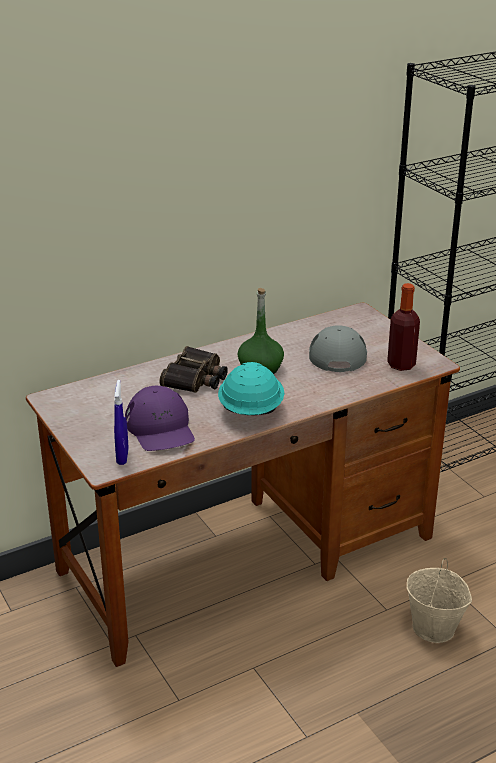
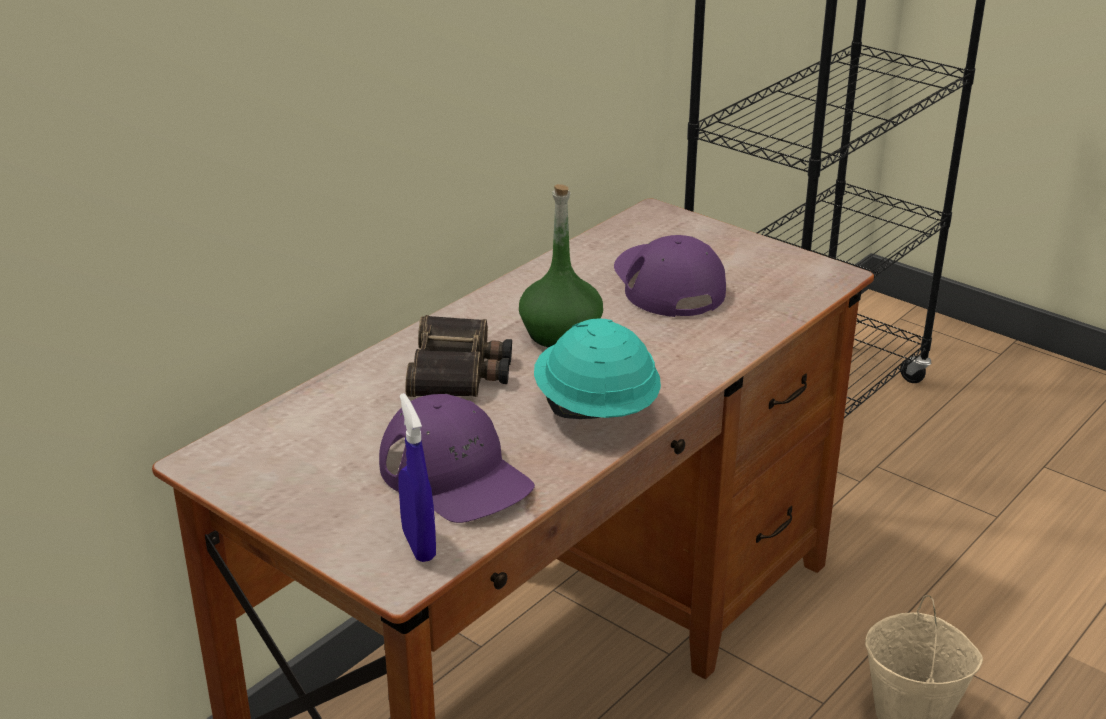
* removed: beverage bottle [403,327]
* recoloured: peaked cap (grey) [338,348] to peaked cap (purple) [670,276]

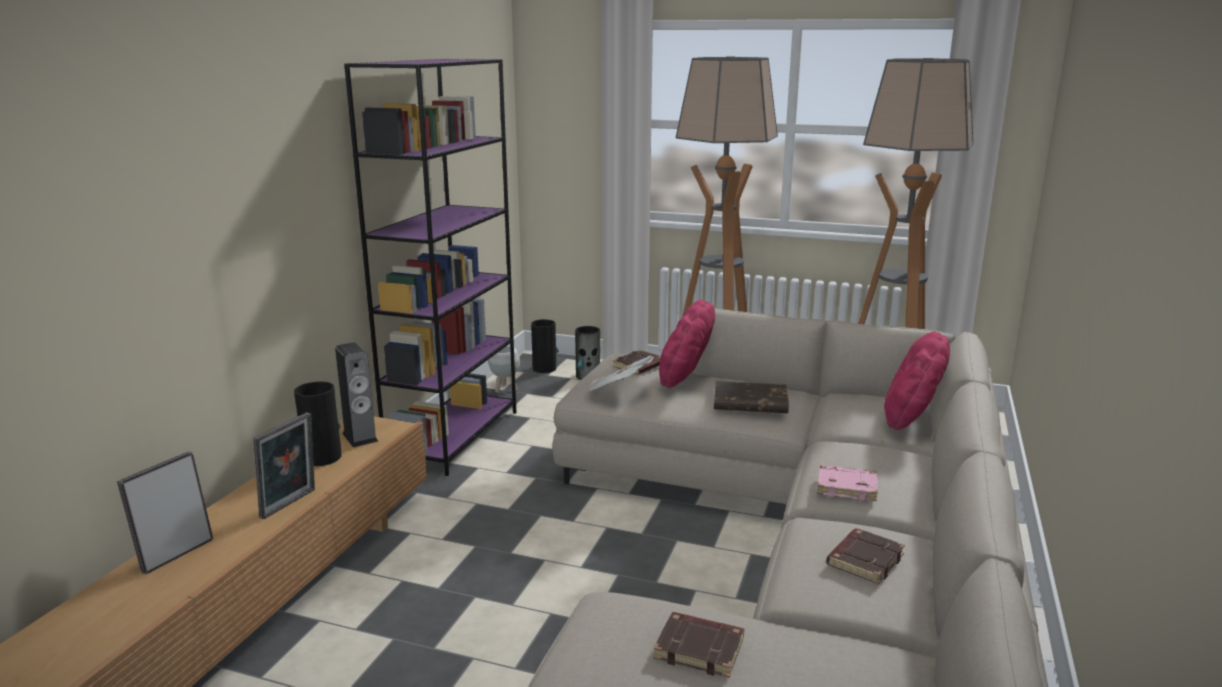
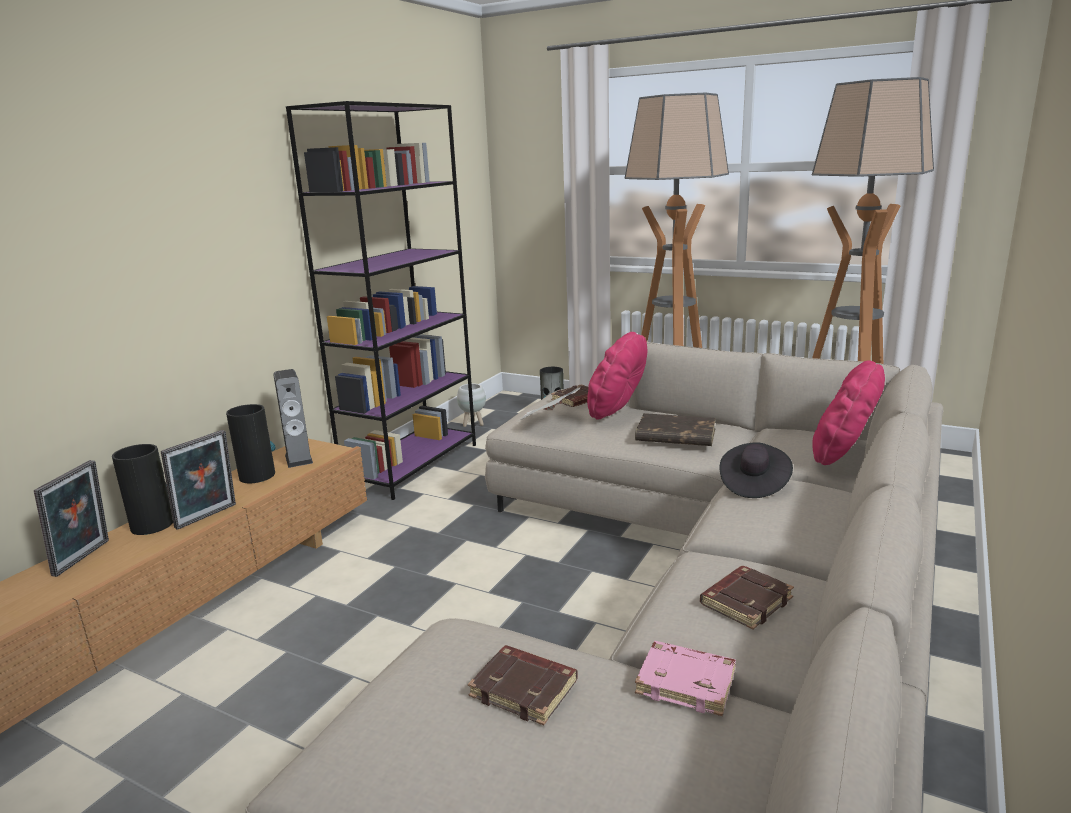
* added: wearable hat (black-coloured) [756,470]
* moved: decorative vase [545,346] to [142,489]
* moved: book (pink-coloured) [847,483] to [685,678]
* turned: picture frame [165,513] = [71,518] 150 degrees clockwise

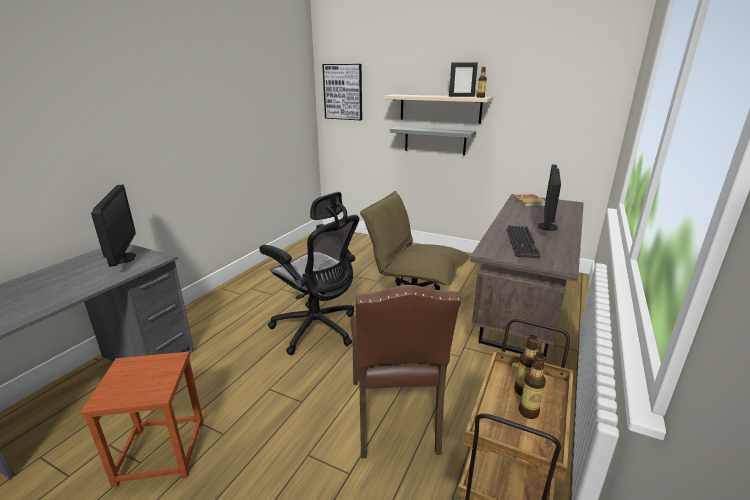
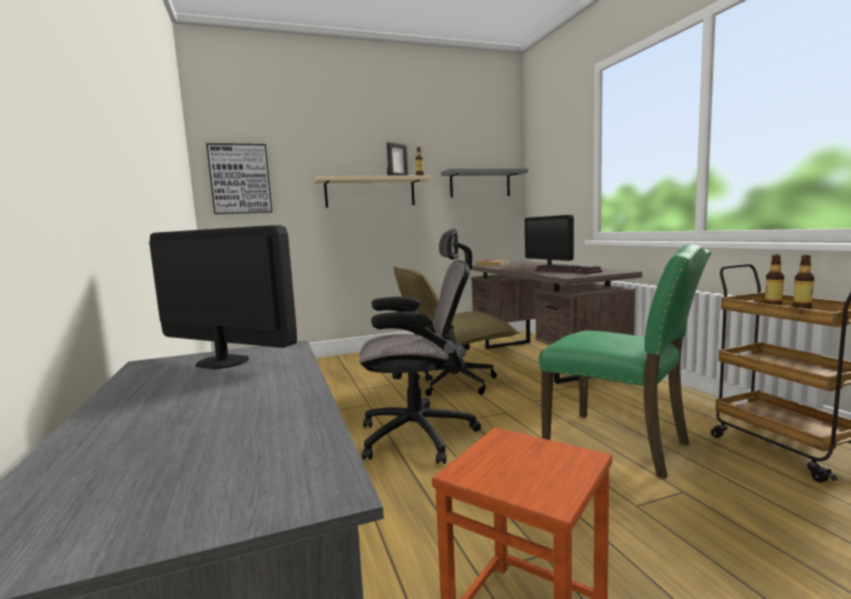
* moved: wall shelf (grey) [433,141] to [484,183]
* recoloured: chair (brown) [405,371] to chair (greenish) [625,361]

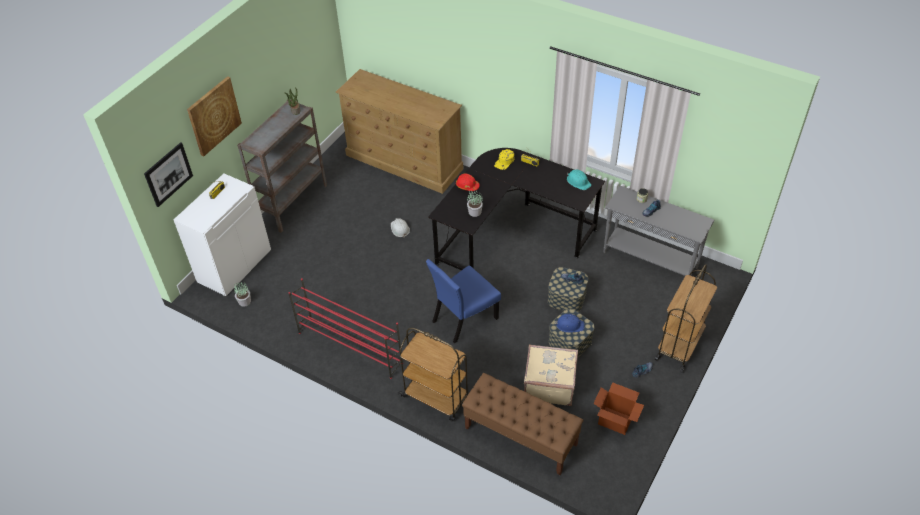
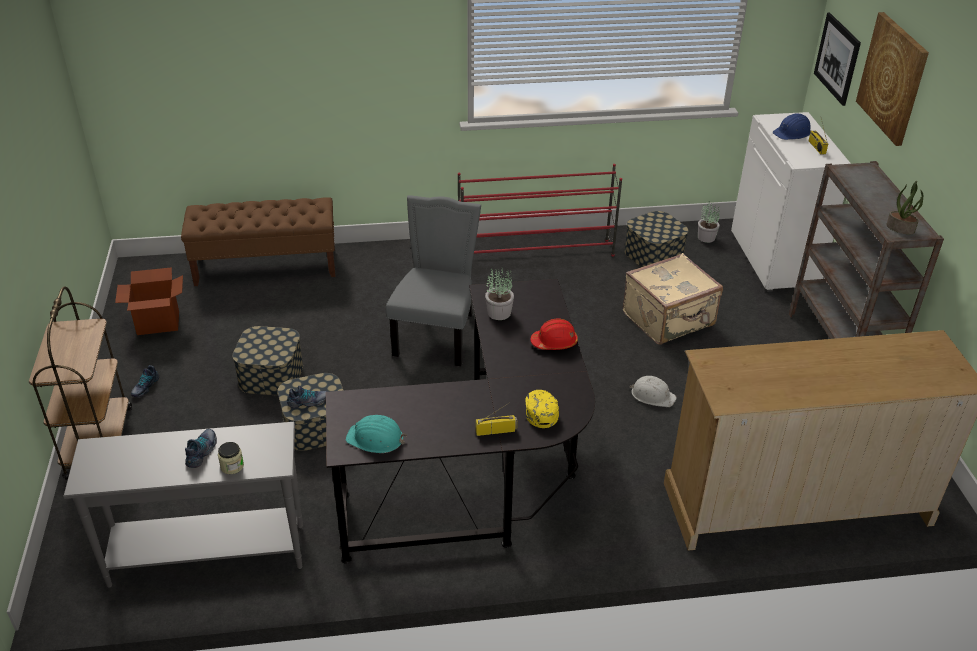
* removed: trolley (brown) [433,374]
* added: storage box [656,239]
* moved: travel case (beige-coloured) [551,375] to [673,299]
* moved: work helmet (bluish) [570,323] to [792,126]
* recoloured: chair (bluish) [463,301] to chair (grey) [433,281]

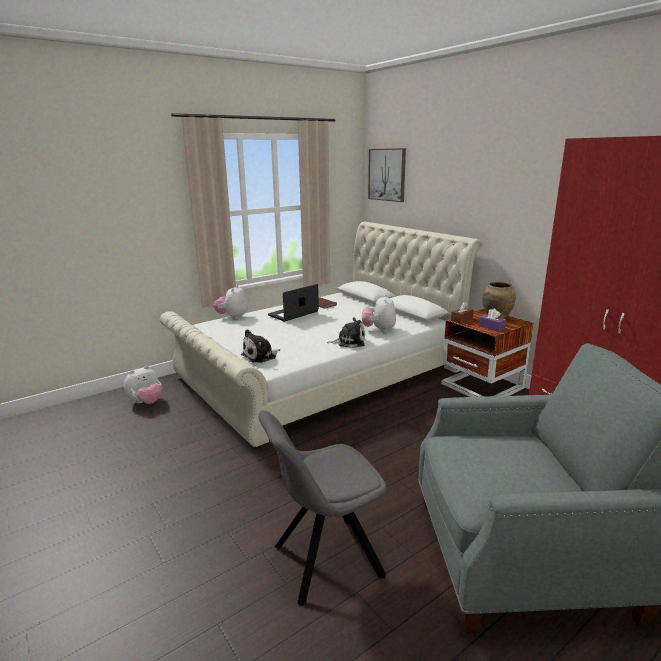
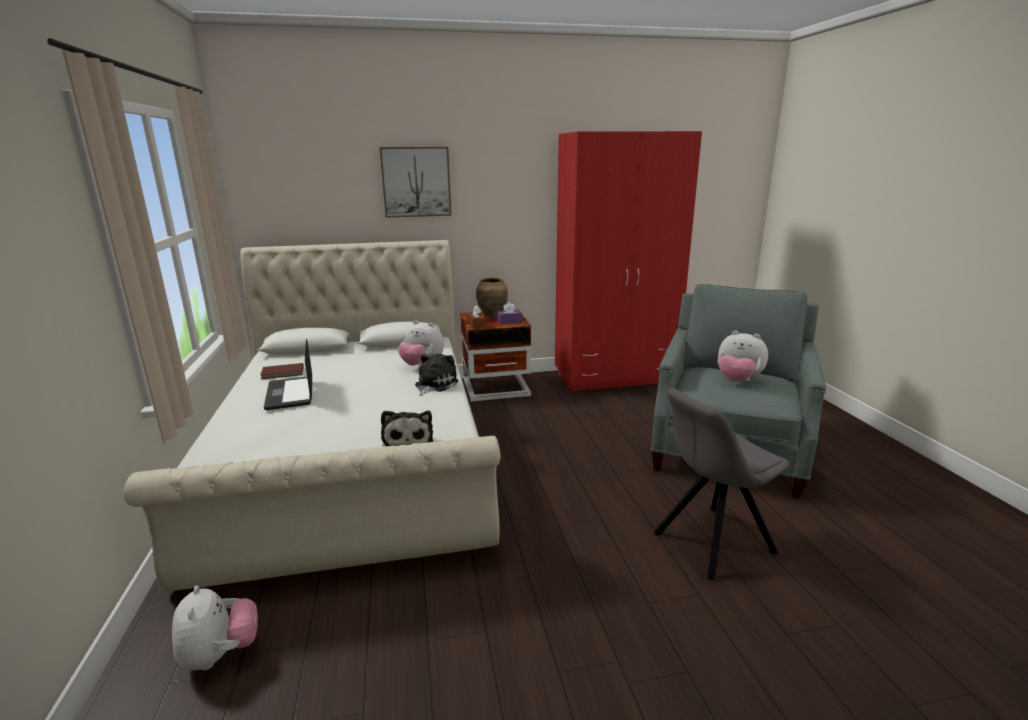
* moved: soft toy [231,302] to [743,356]
* moved: wall picture [387,175] to [415,182]
* turned: chair (grey) [322,508] = [722,484] 60 degrees clockwise

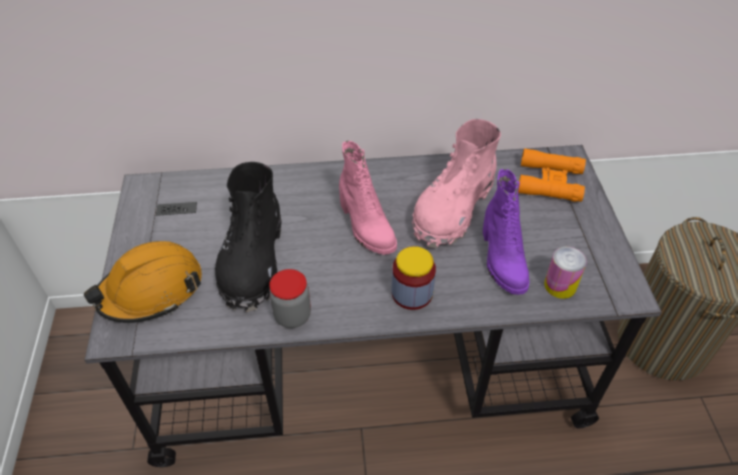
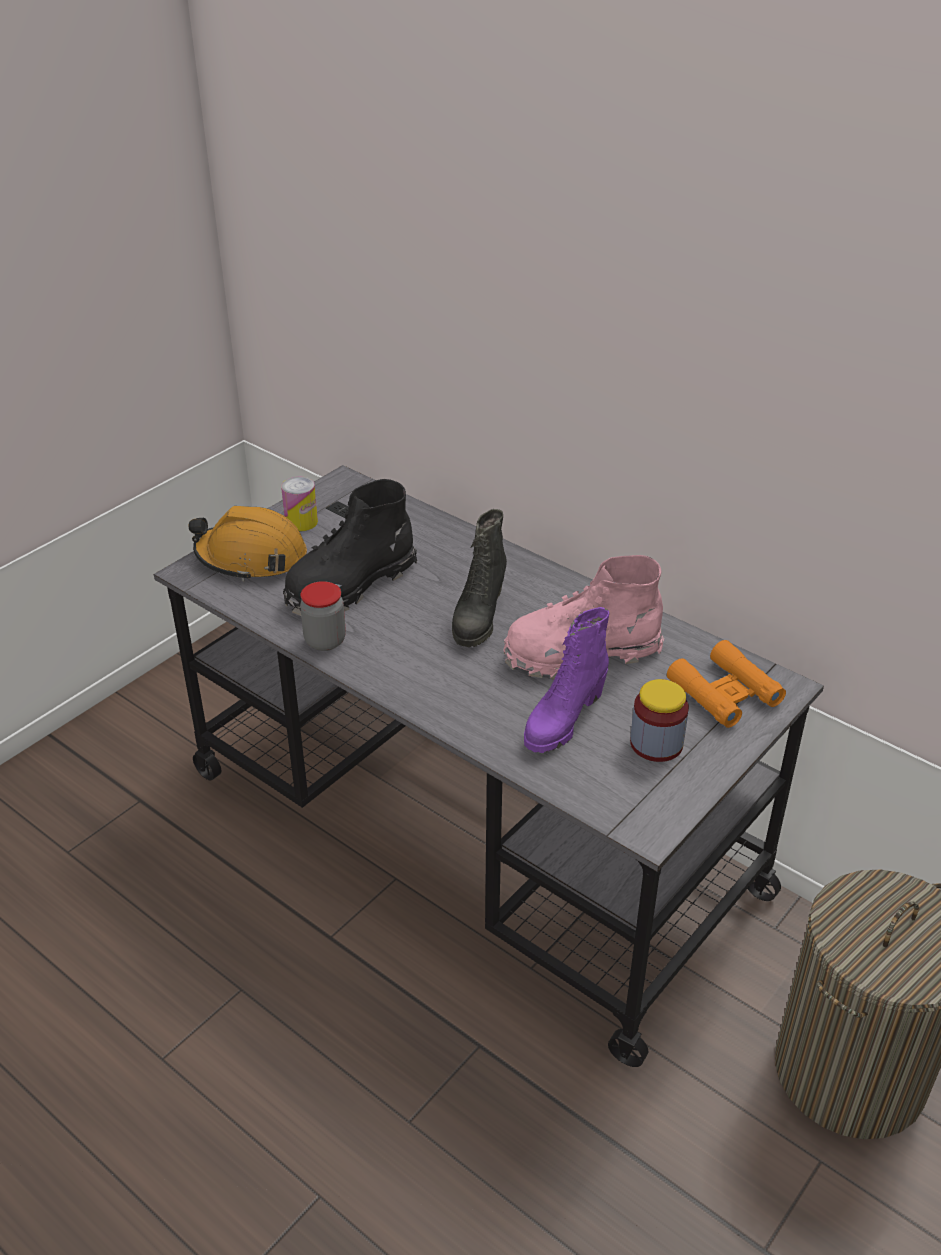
* moved: storage jar [414,278] to [659,720]
* moved: metal can [565,273] to [299,504]
* recoloured: tall boot (pink-coloured) [368,198] to tall boot (black-coloured) [479,578]

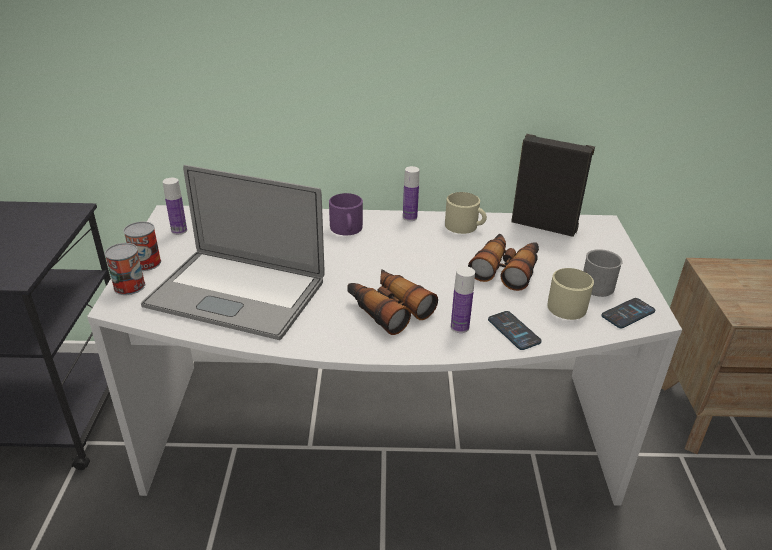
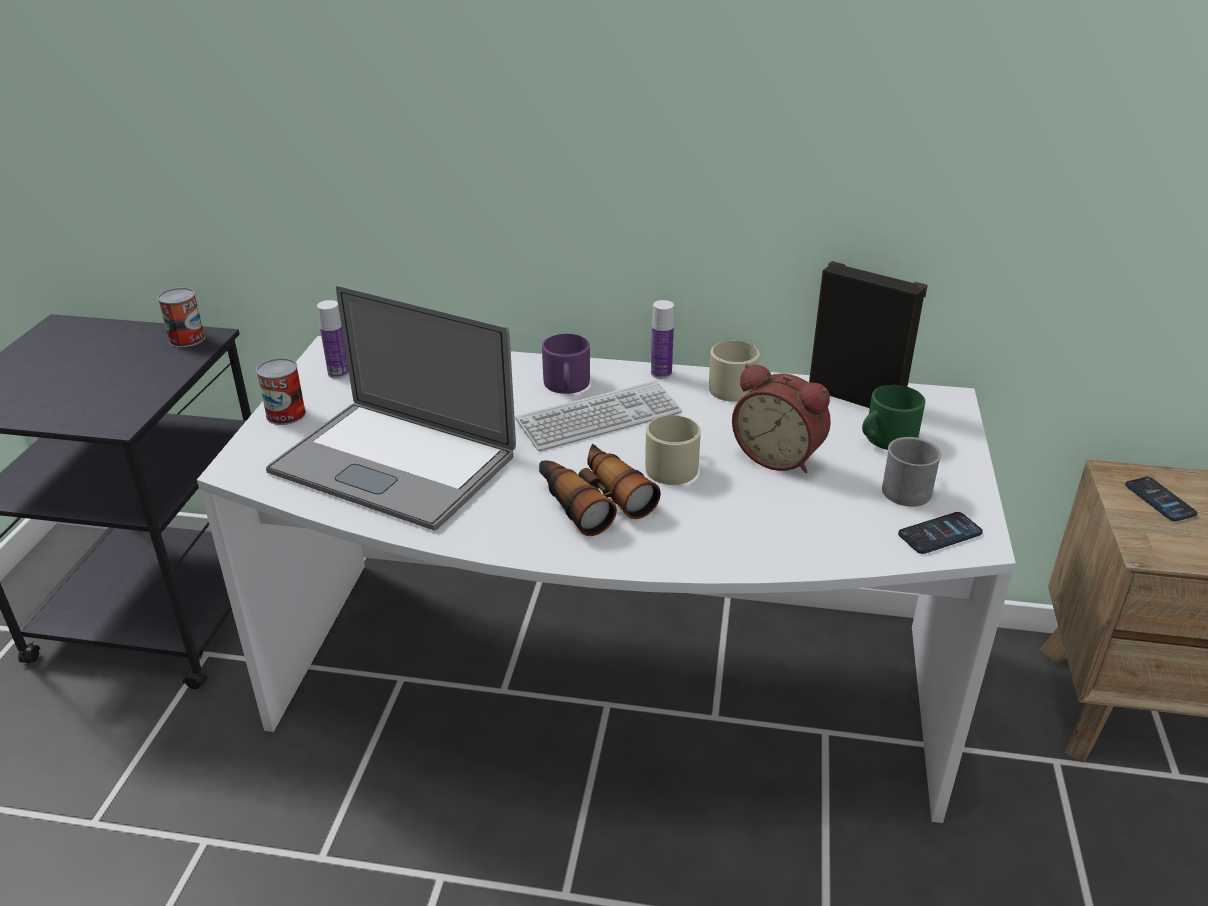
* removed: beverage bottle [463,299]
* added: computer keyboard [598,416]
* added: coffee mug (greenish) [893,417]
* moved: metal can [125,269] to [181,317]
* moved: handset [515,330] to [1161,499]
* moved: coffee mug (beige-coloured) [570,294] to [673,450]
* replaced: binoculars [503,262] to alarm clock [781,418]

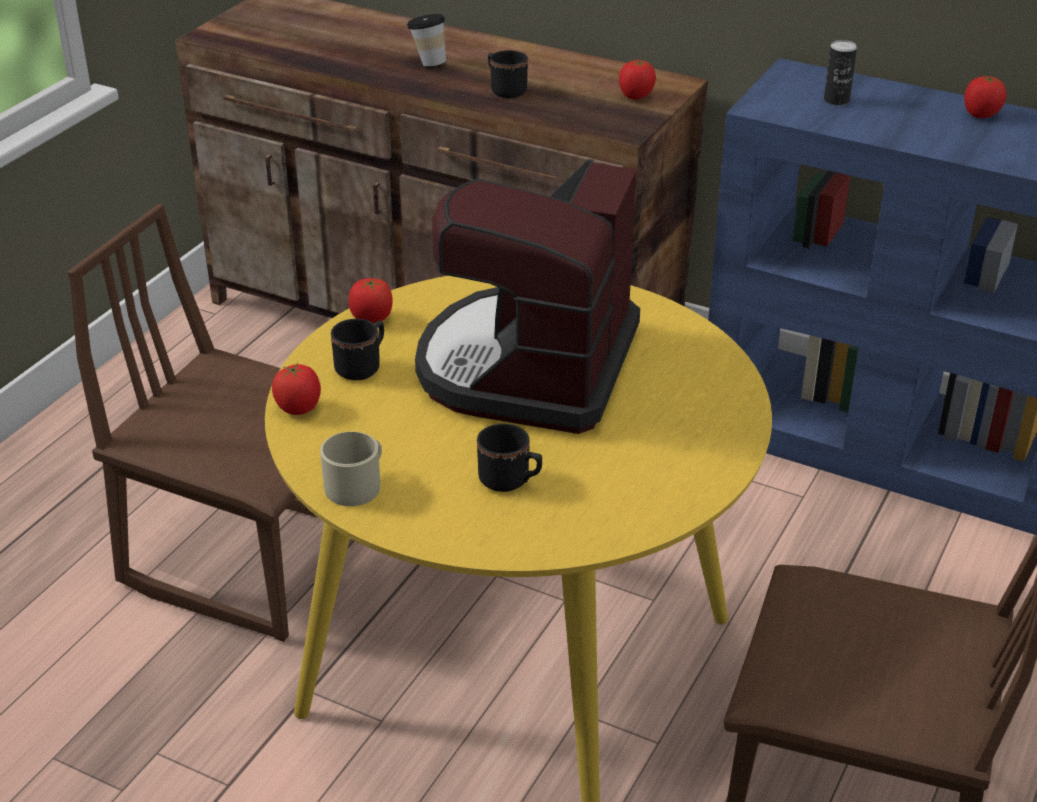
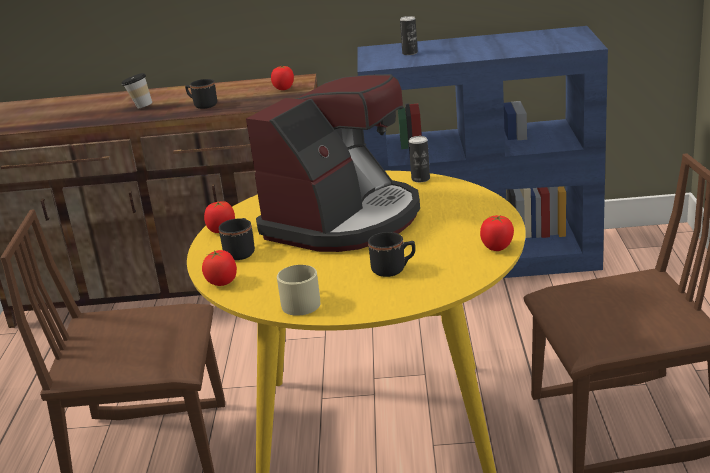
* added: metal can [419,159]
* moved: fresh tomato [985,96] to [497,233]
* turned: coffee brewer [527,296] = [333,163] 135 degrees counterclockwise

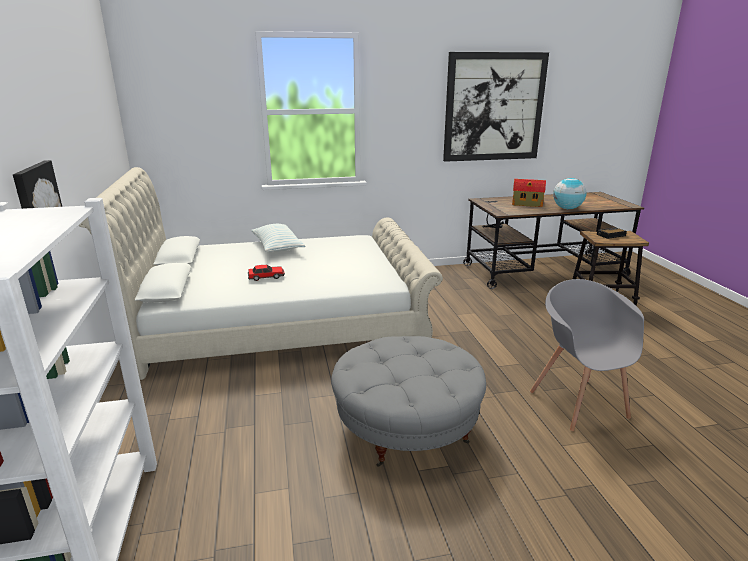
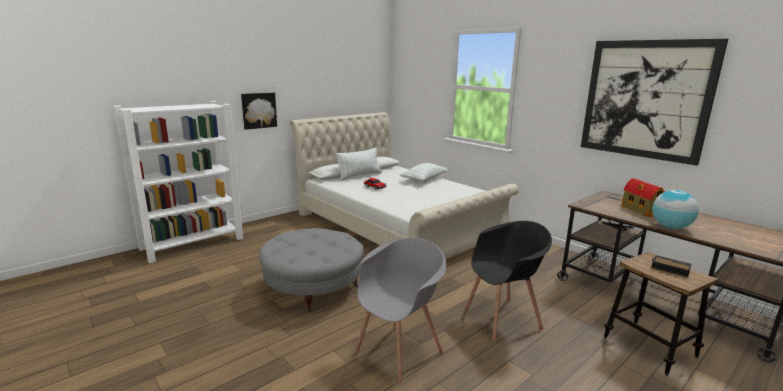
* added: throw pillow [359,164]
* added: chair (black-coloured) [508,280]

